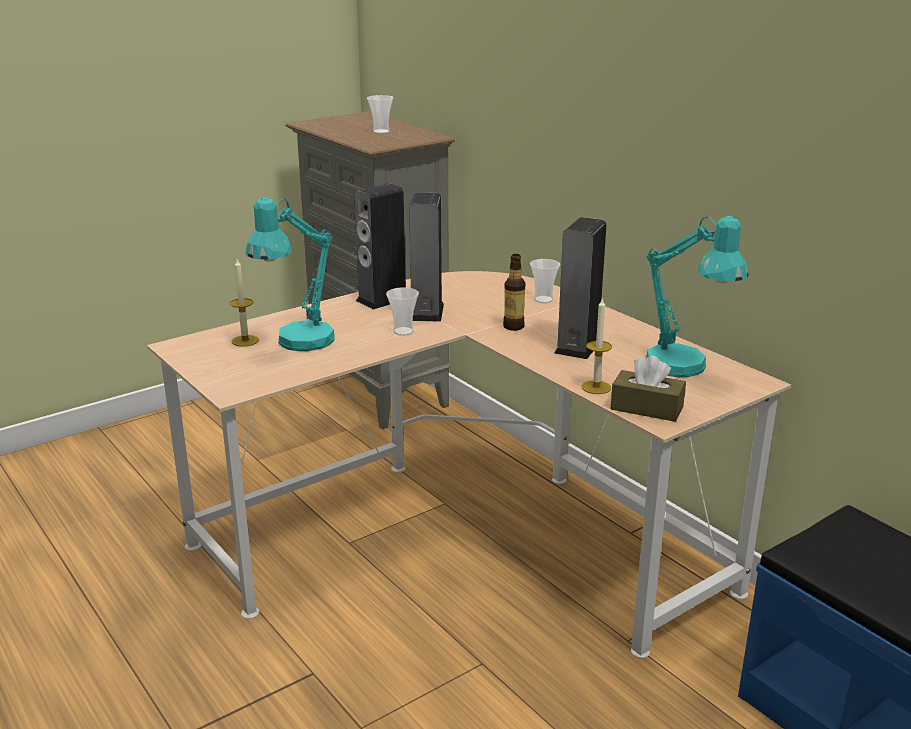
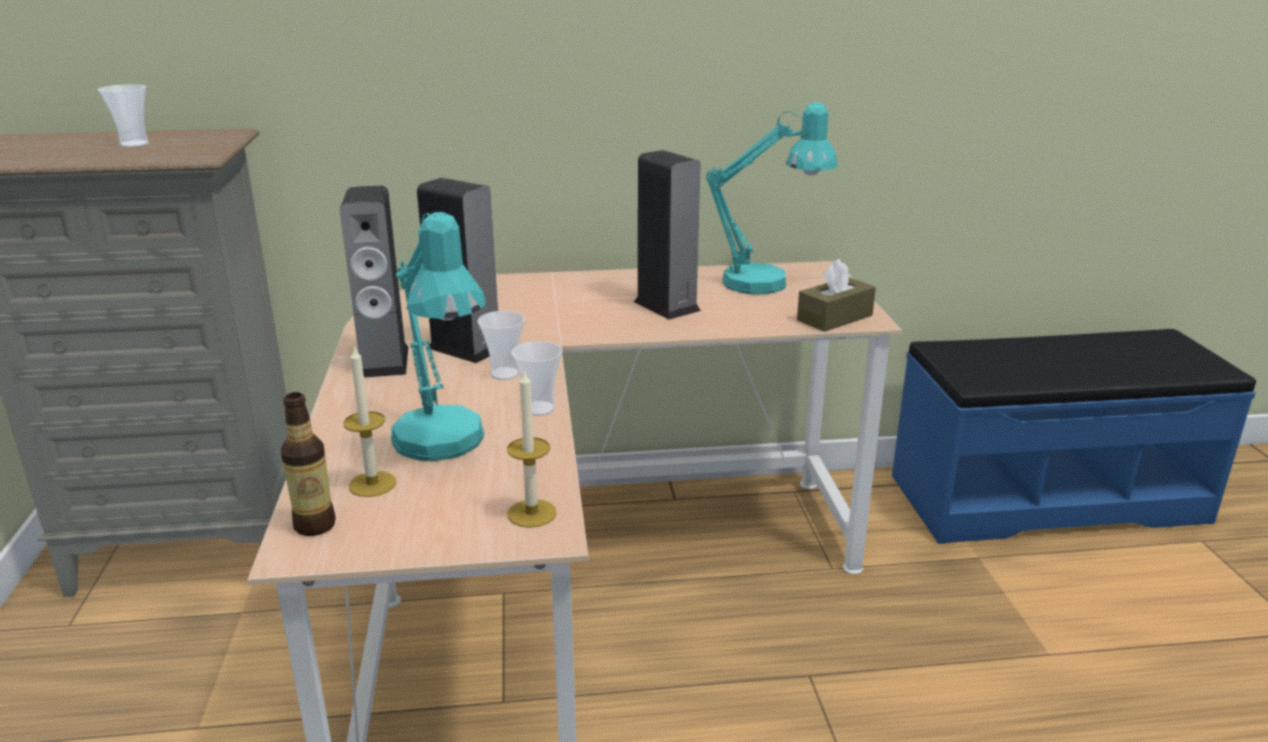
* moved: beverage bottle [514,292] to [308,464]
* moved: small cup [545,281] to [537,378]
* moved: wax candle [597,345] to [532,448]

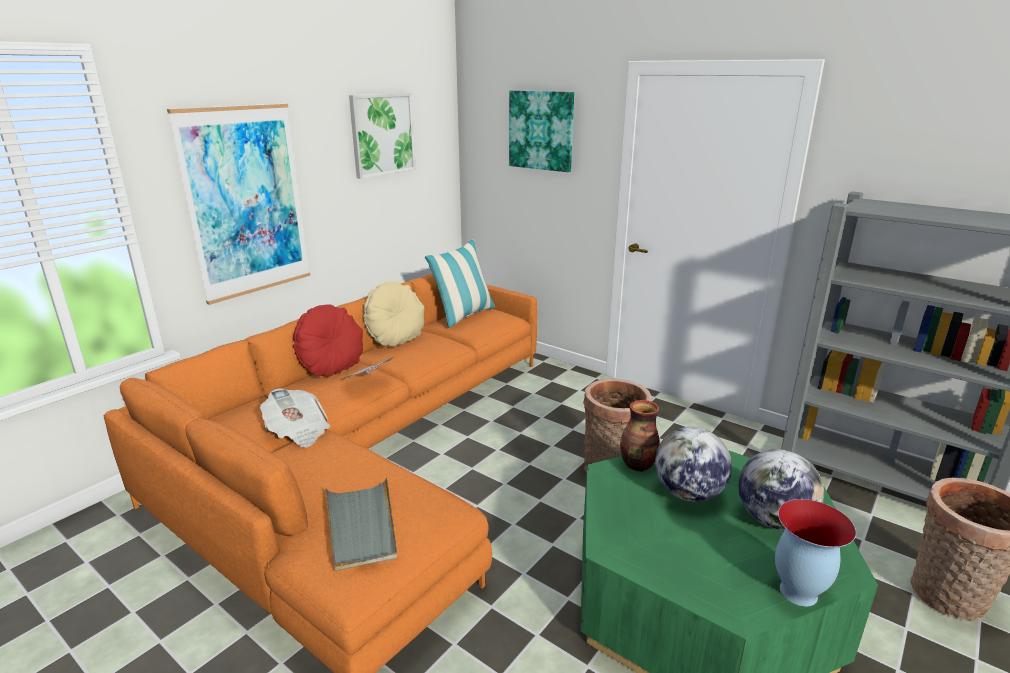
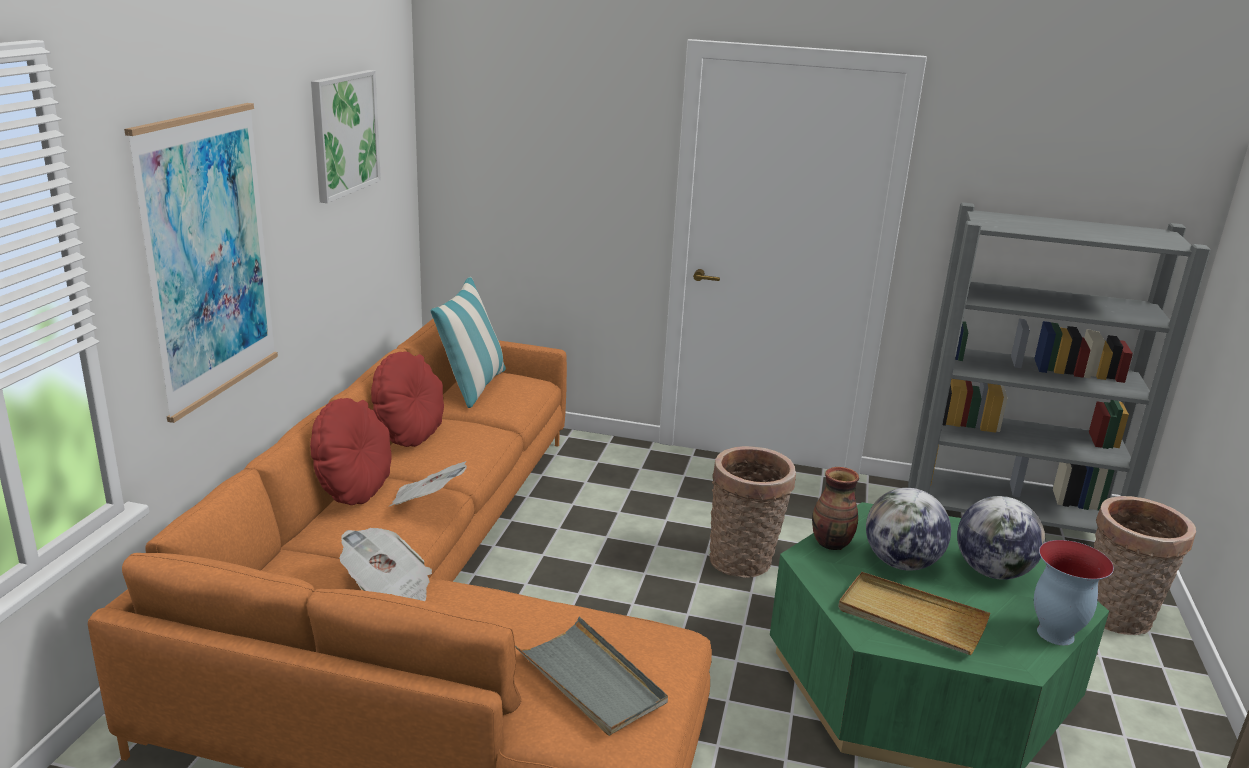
* removed: wall picture [541,131]
* added: carrying tray (beige-coloured) [914,613]
* recoloured: throw pillow (beige-coloured) [393,314] to throw pillow (red) [407,399]

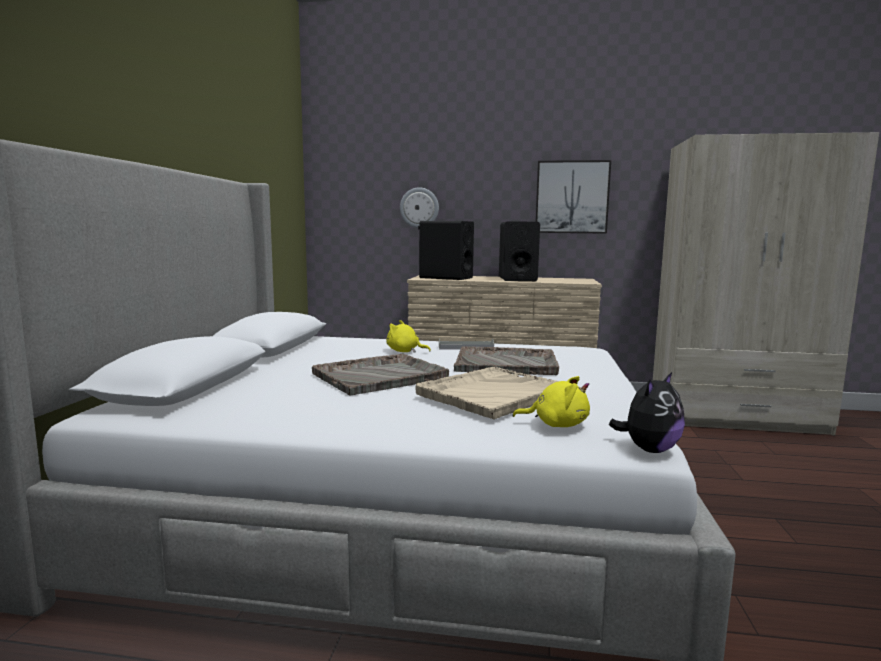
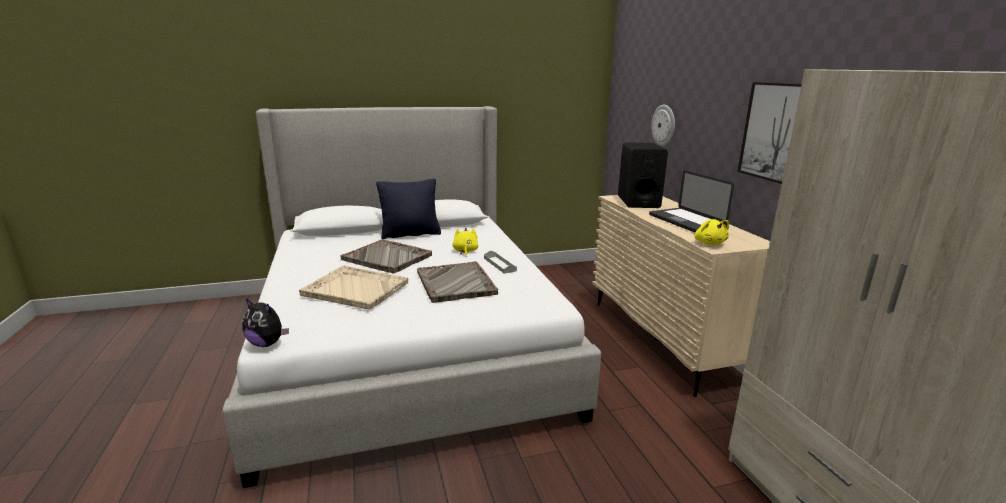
* added: throw pillow (black-coloured) [408,208]
* moved: soft toy (yellow) [551,401] to [712,232]
* replaced: loudspeaker (black-coloured) [519,251] to portable computer [691,201]

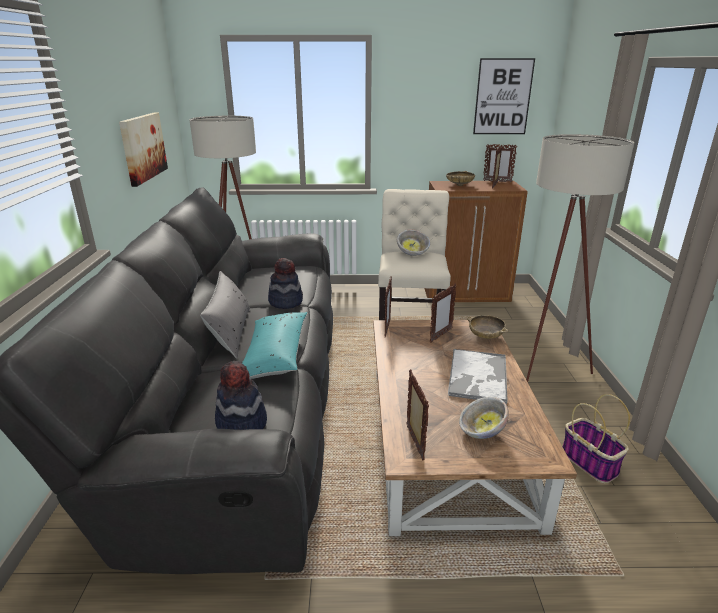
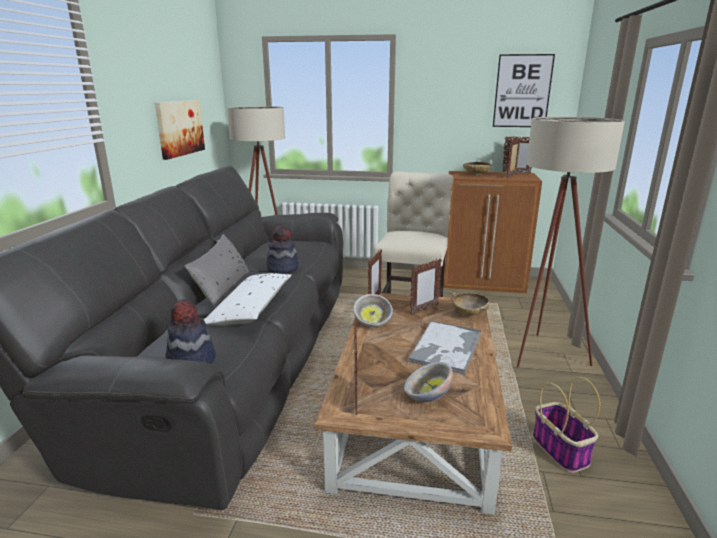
* moved: deep dish [413,242] to [373,310]
* recoloured: throw pillow (turquoise) [275,345] to throw pillow (white) [248,299]

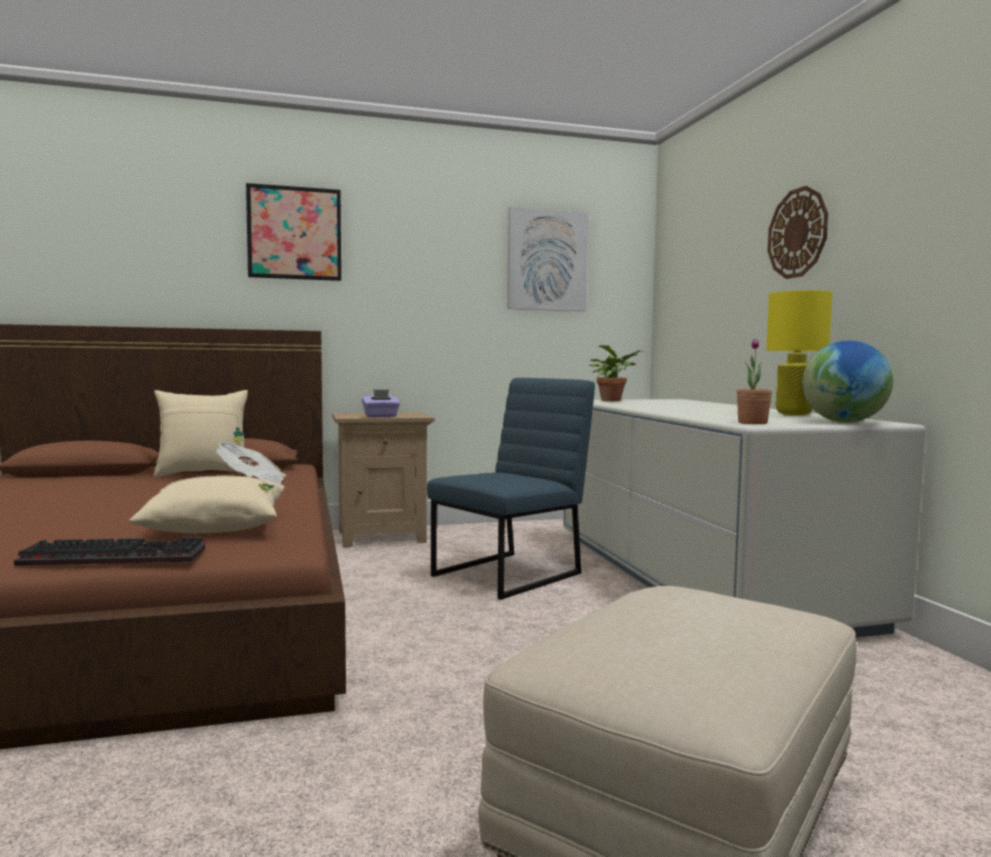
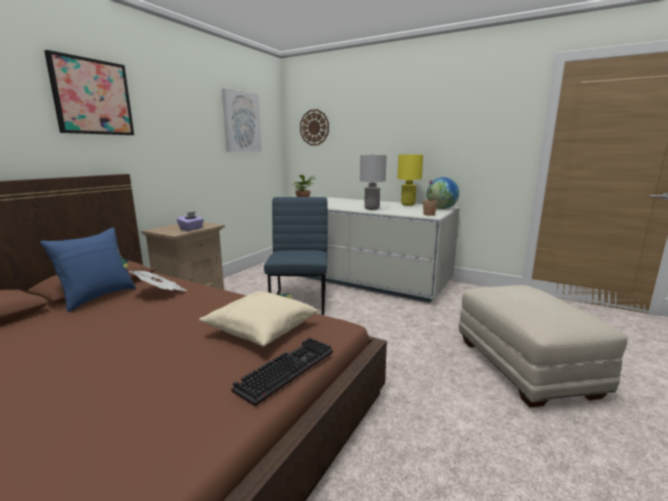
* added: tabletop lamp (grey) [373,182]
* moved: wall clock [798,232] to [314,127]
* recoloured: throw pillow (beige-coloured) [200,434] to throw pillow (bluish) [88,269]

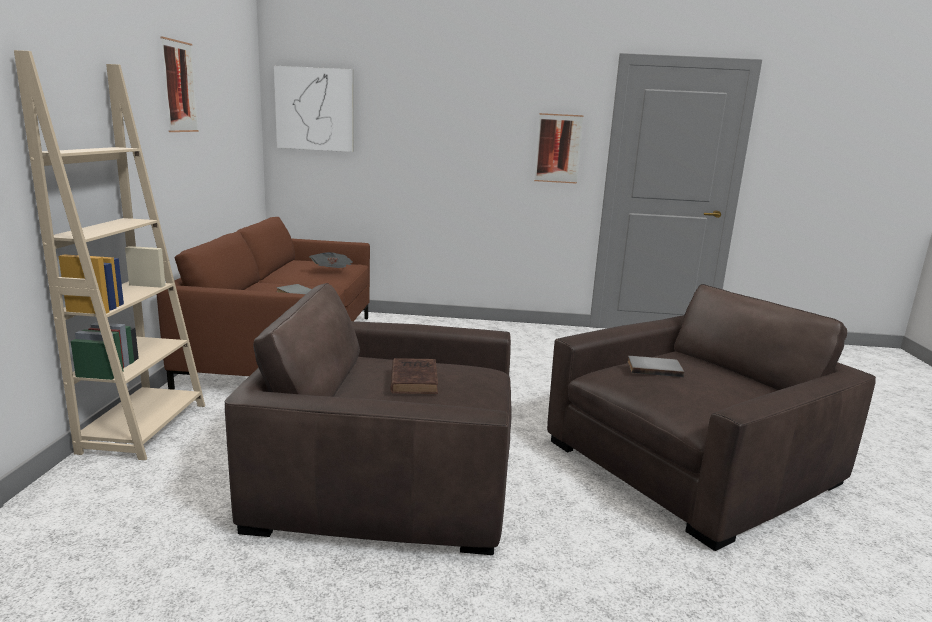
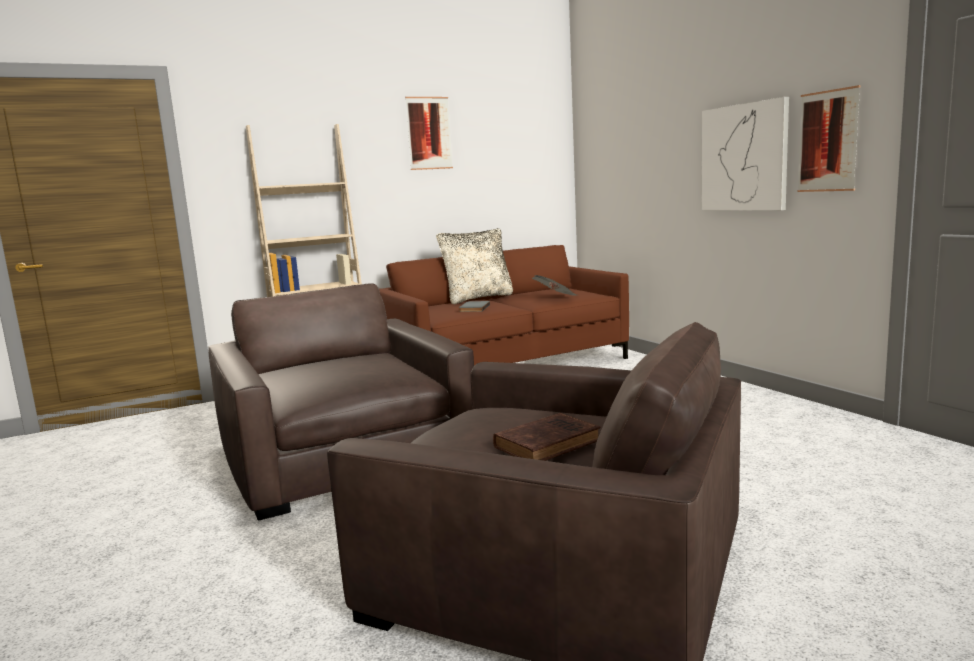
* removed: book (grey) [656,366]
* added: throw pillow (beige-coloured) [474,266]
* moved: wall picture [314,109] to [745,153]
* moved: book (brown) [414,376] to [547,437]

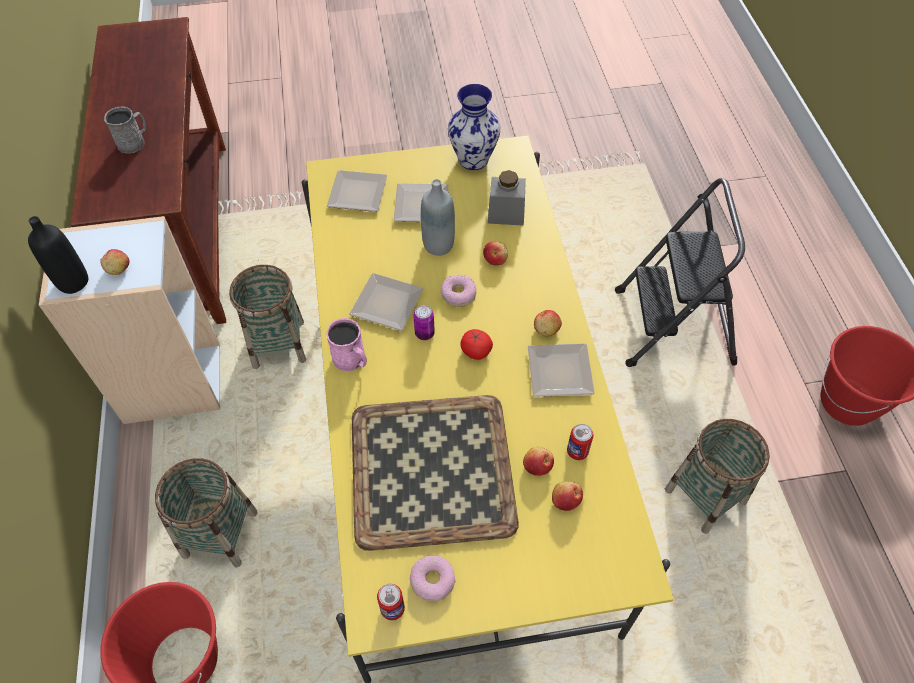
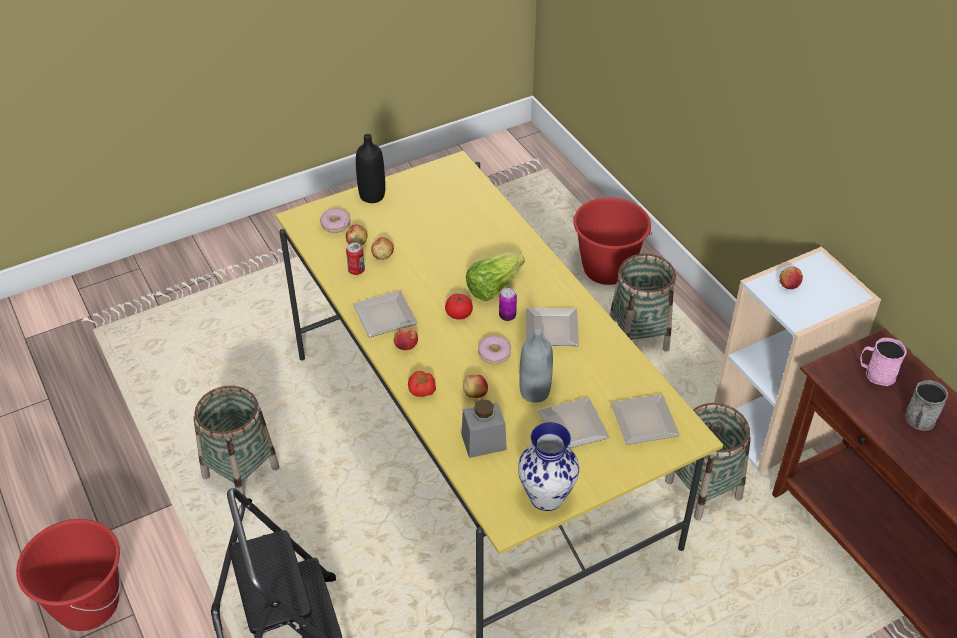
* removed: carrying tray [435,473]
* removed: metal can [391,602]
* added: fresh tomato [422,384]
* added: lettuce head [495,276]
* moved: beverage bottle (black-coloured) [58,255] to [370,168]
* moved: coffee mug (pink-coloured) [347,344] to [883,362]
* moved: ring doughnut [432,579] to [335,221]

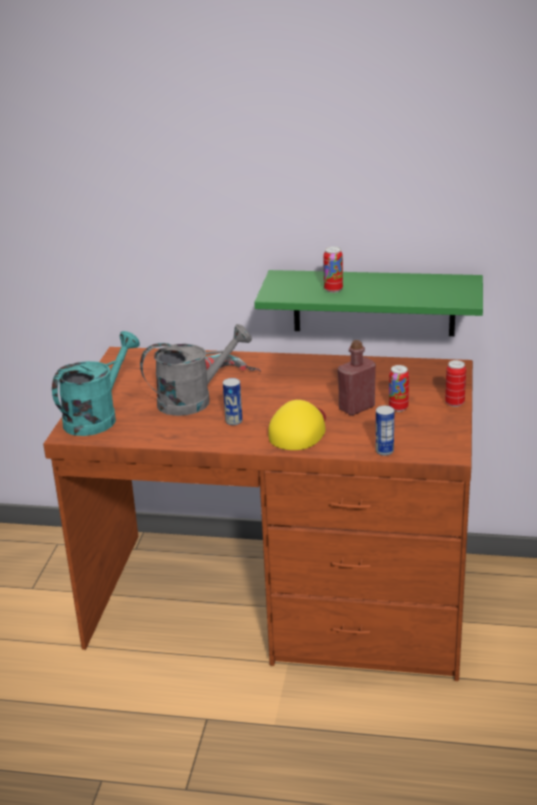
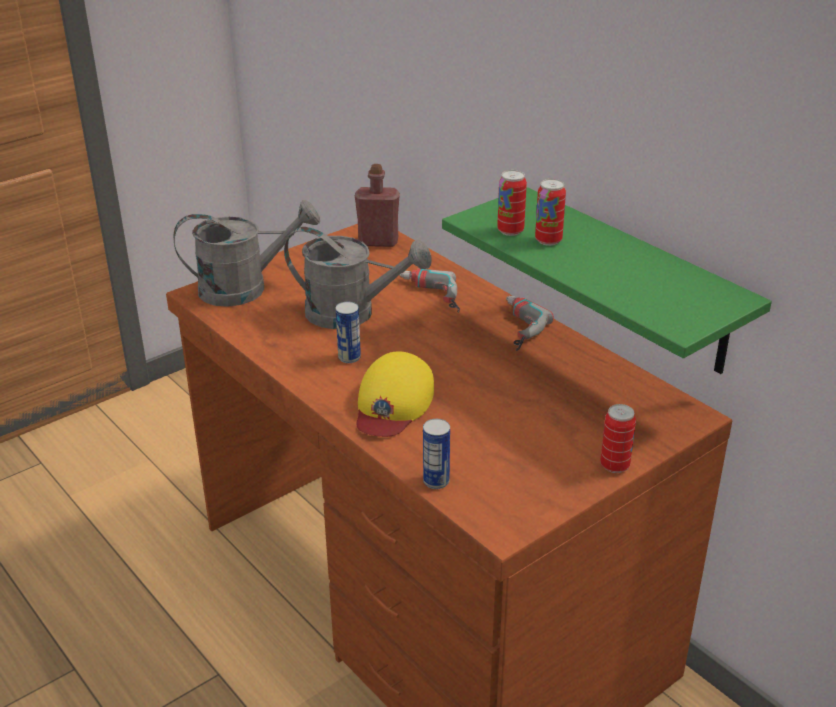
* added: electric drill [530,323]
* moved: beverage bottle (red) [357,378] to [377,205]
* moved: metal can [399,388] to [512,203]
* recoloured: watering pot (turquoise) [96,383] to watering pot (grey) [246,253]
* turned: peaked cap (yellow) [297,425] = [395,394] 135 degrees clockwise

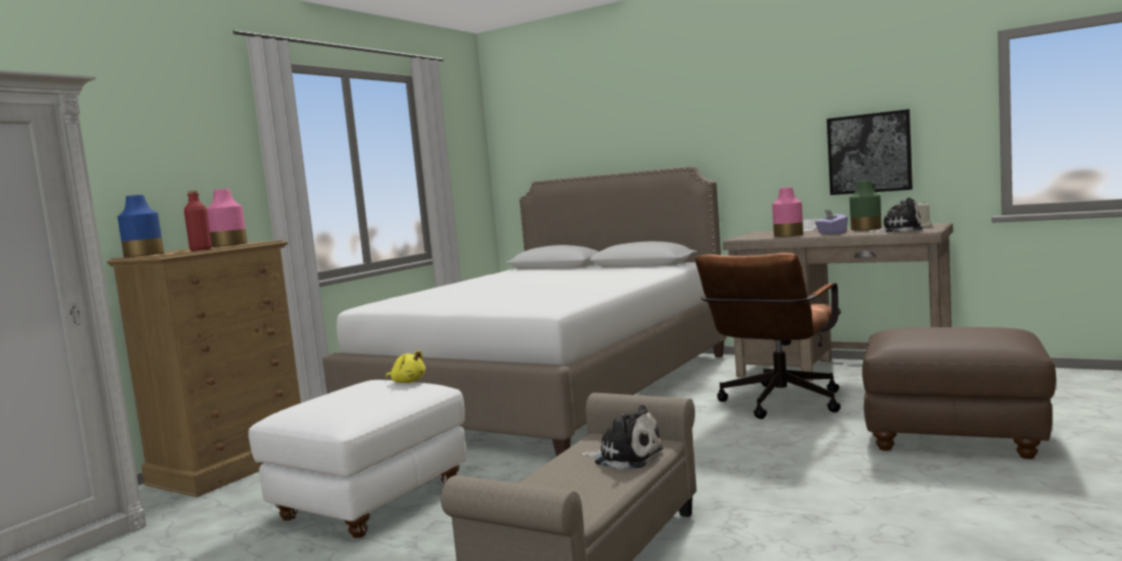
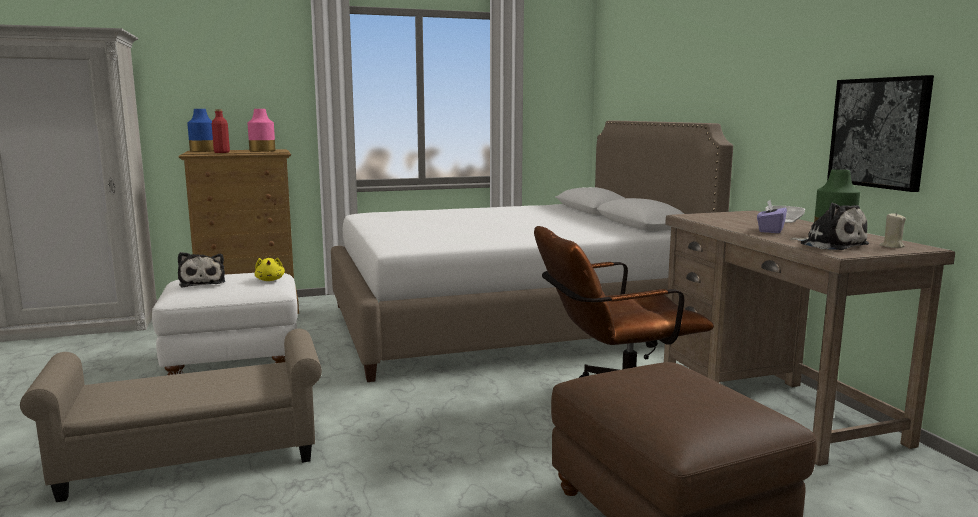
* removed: decorative vase (pink-coloured) [787,212]
* moved: soft toy [622,437] to [201,270]

